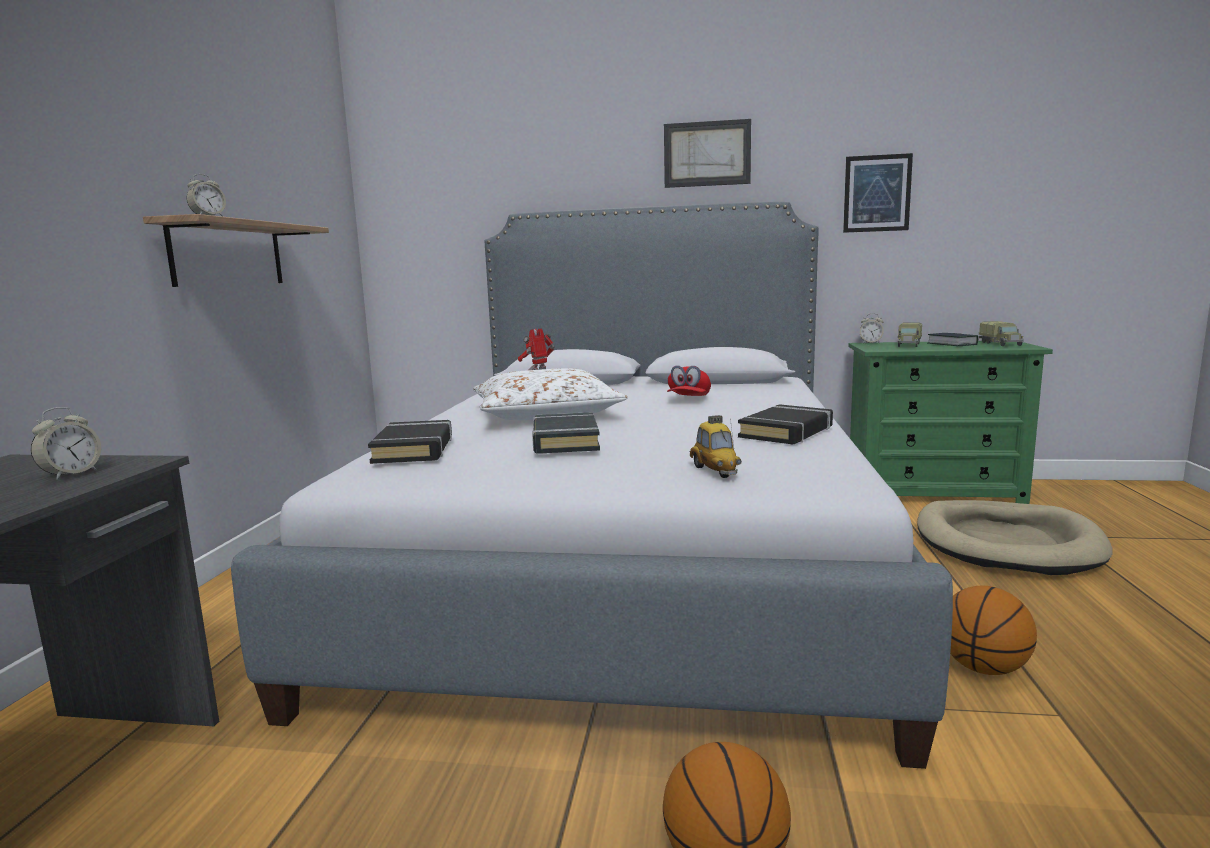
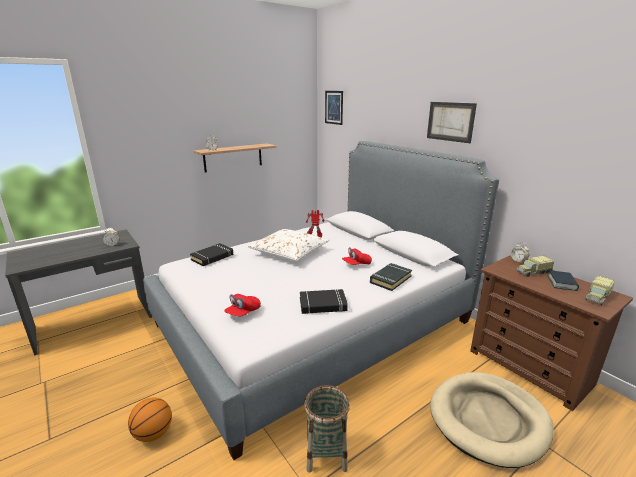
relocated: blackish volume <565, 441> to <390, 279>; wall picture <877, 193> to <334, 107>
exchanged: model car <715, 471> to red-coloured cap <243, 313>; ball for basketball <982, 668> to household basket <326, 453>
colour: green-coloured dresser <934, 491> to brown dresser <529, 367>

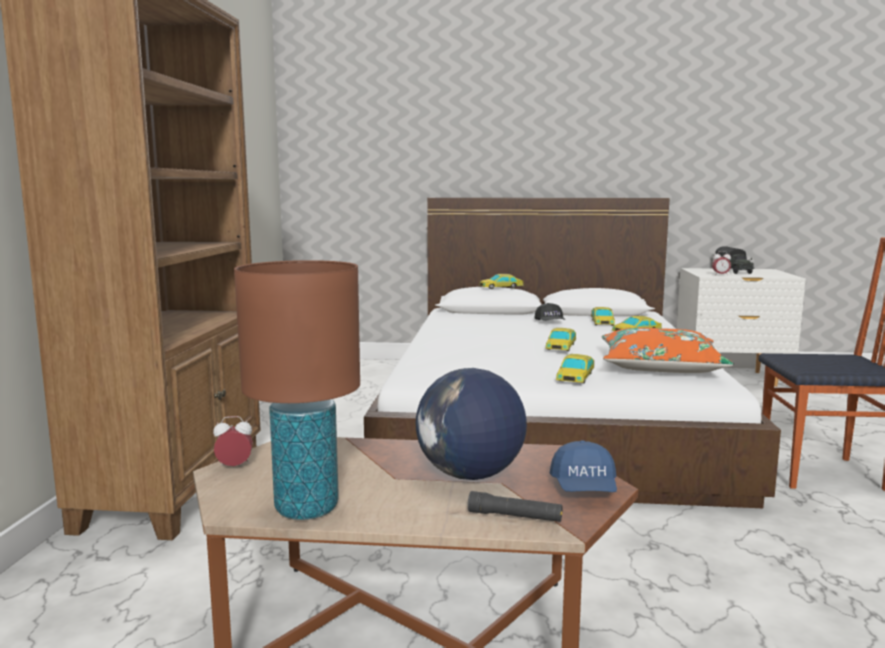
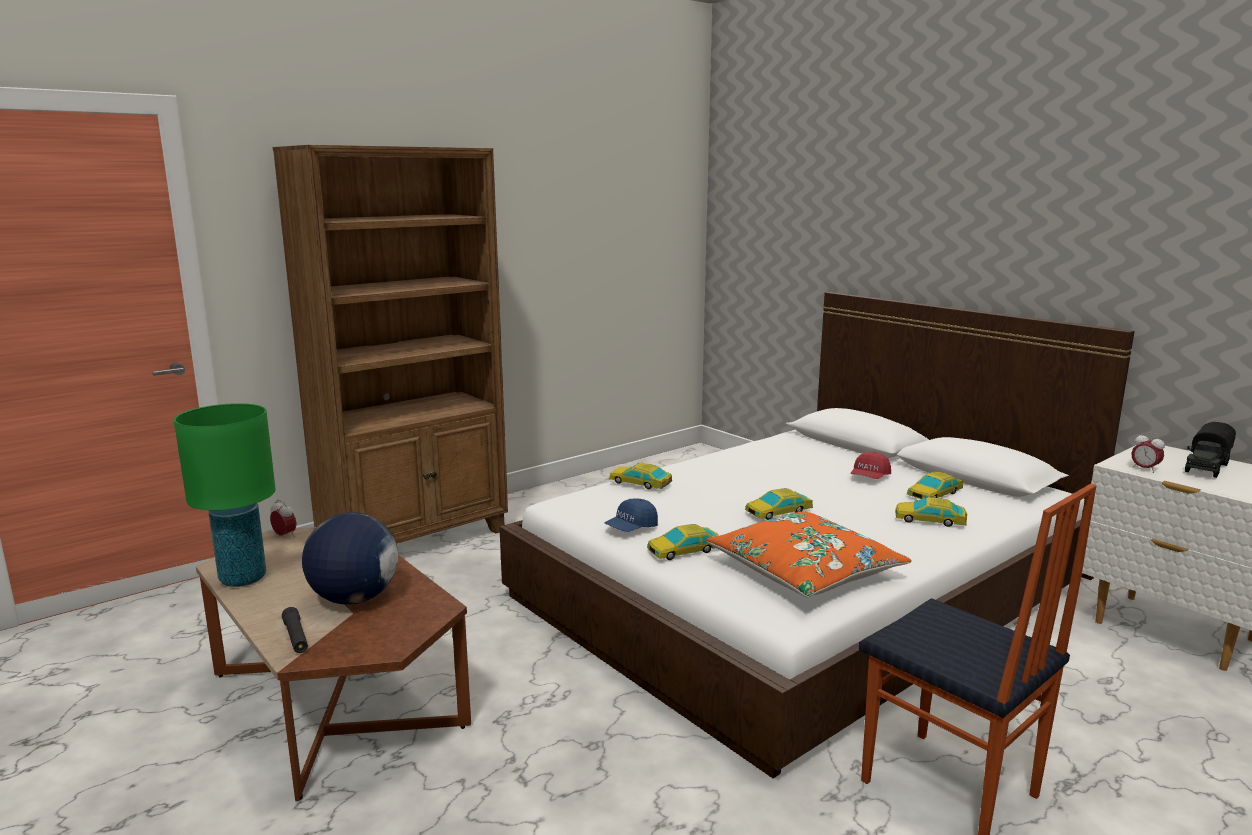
relocated: model car <501, 287> to <640, 483>; bluish cap <584, 488> to <631, 528>
colour: brown tabletop lamp <306, 509> to green-coloured tabletop lamp <242, 579>; blackish cap <550, 323> to red-coloured cap <869, 477>

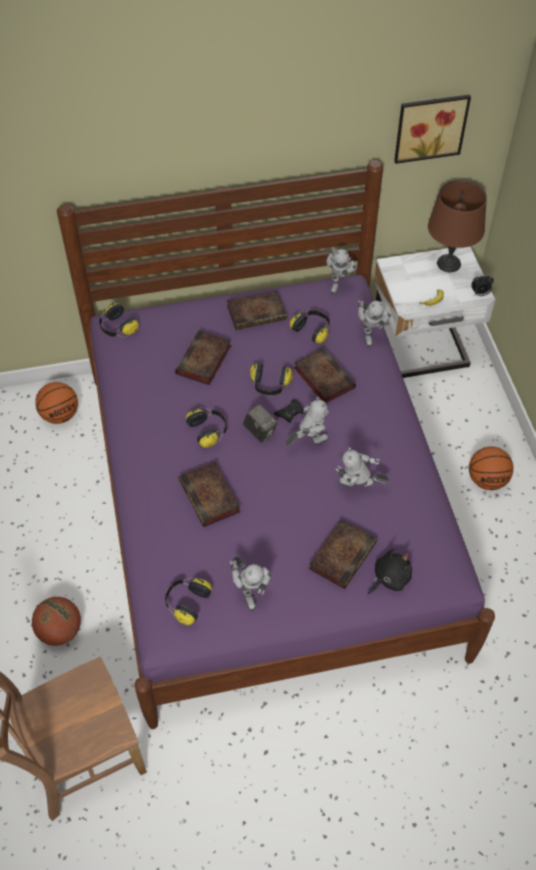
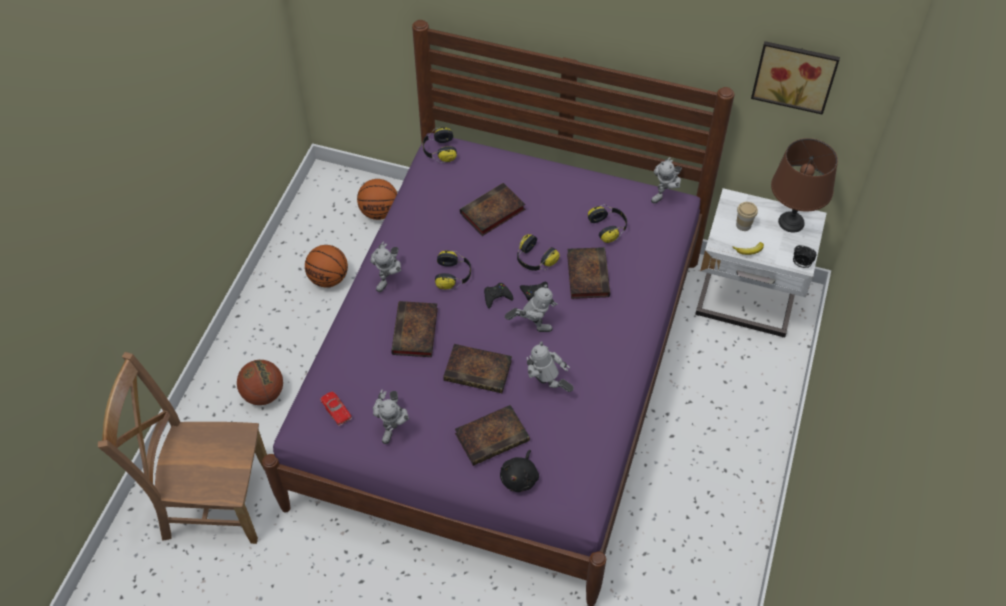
appeared: small cup <743, 225>
relocated: volume <257, 312> to <479, 371>; robot figure <369, 334> to <389, 279>; ball for basketball <487, 480> to <328, 278>
exchanged: headphones <186, 603> to red-coloured model car <336, 410>; photo camera <260, 432> to blackish joypad <497, 297>
spun: blackish soft toy <389, 578> = <520, 477> 120 degrees clockwise

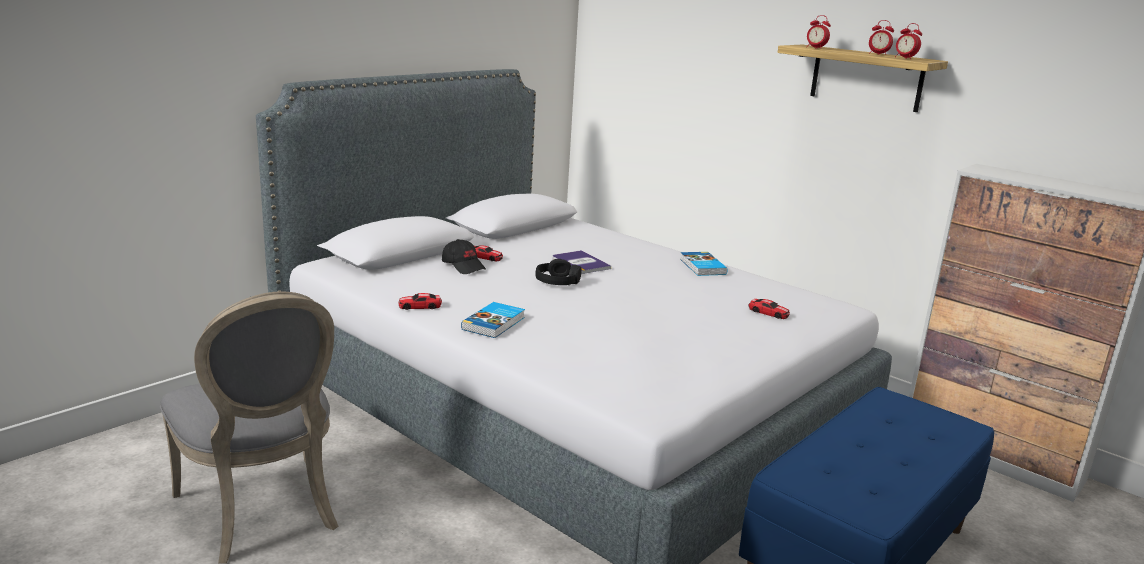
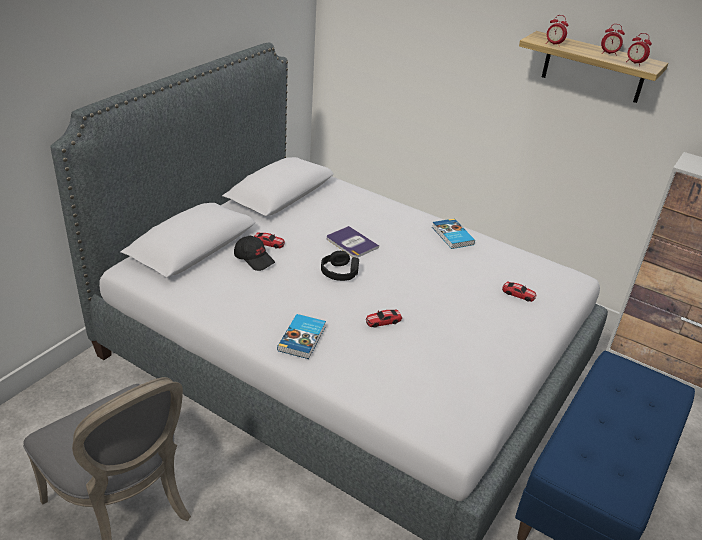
relocated: model car <420, 306> to <383, 321>

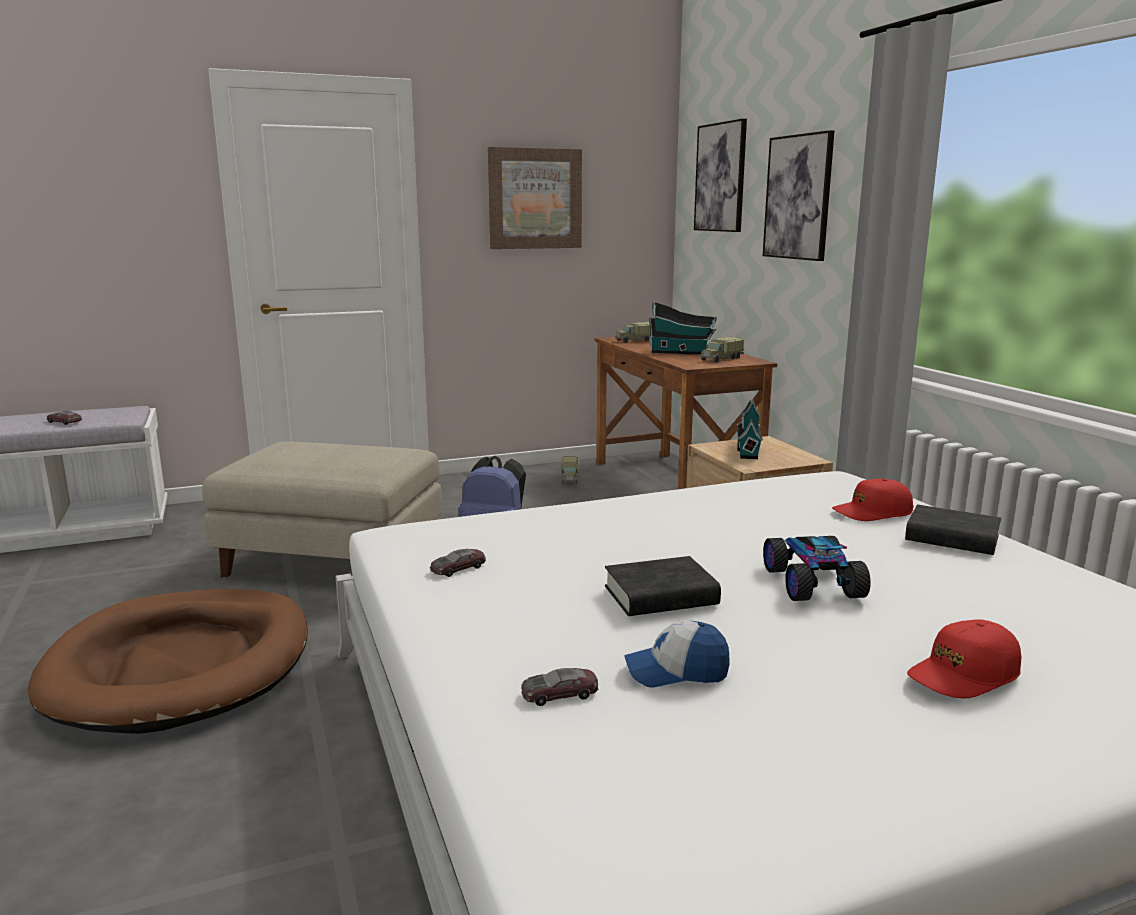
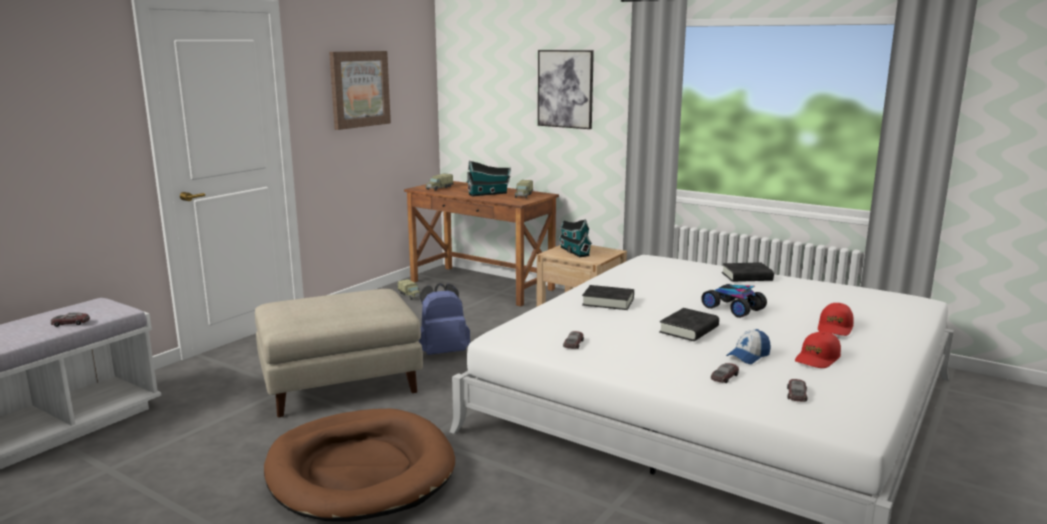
missing: wall picture <720, 177>
appeared: blackish volume <608, 302>; model car <796, 394>
relocated: red-coloured cap <872, 512> to <817, 358>

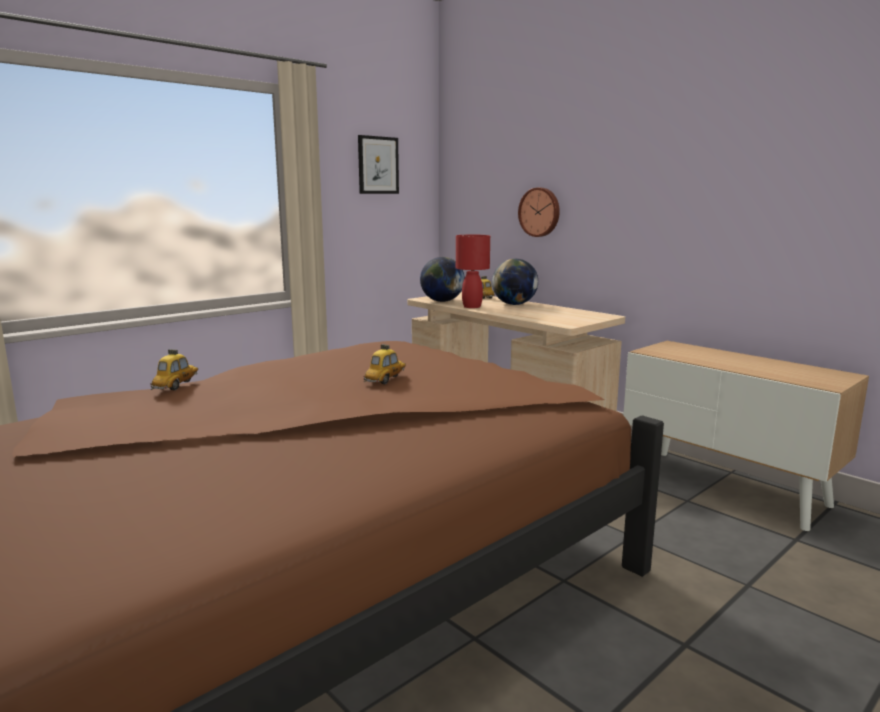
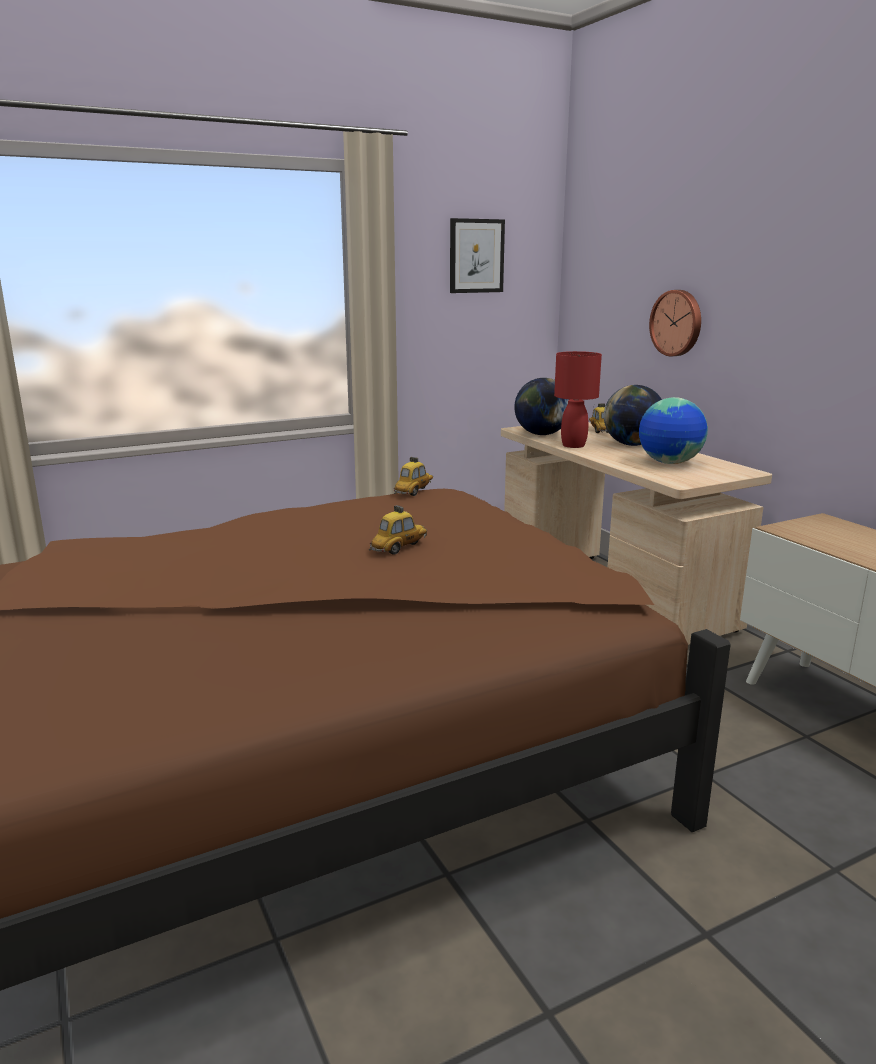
appeared: globe <669, 463>
relocated: model car <176, 386> to <414, 492>

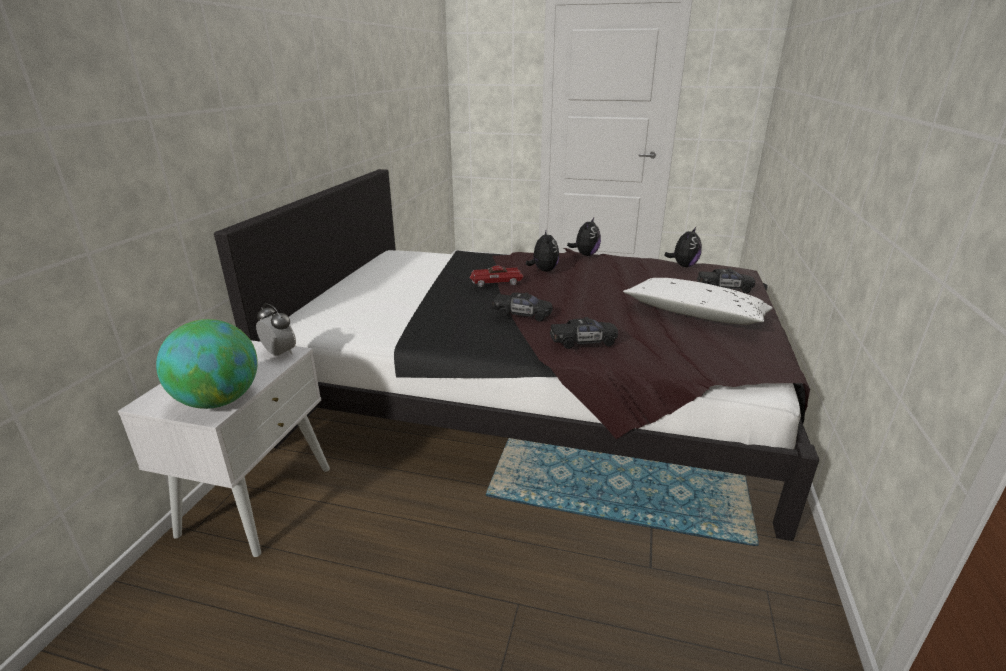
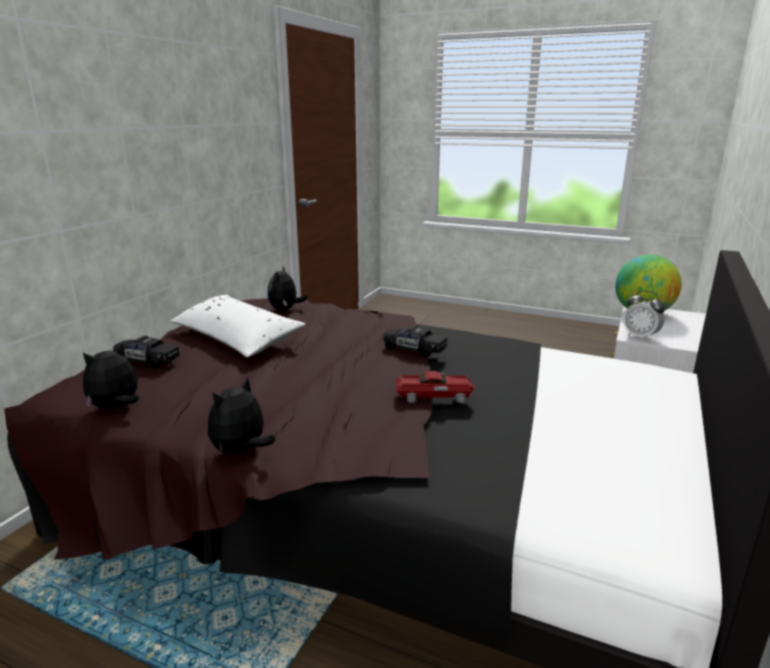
missing: blackish model car <583, 342>
relocated: soft toy <543, 270> to <285, 310>

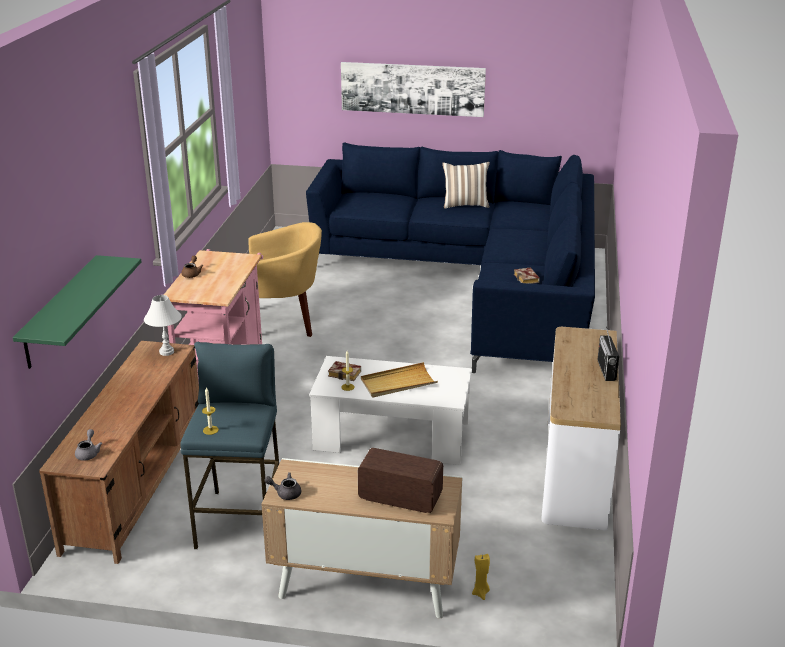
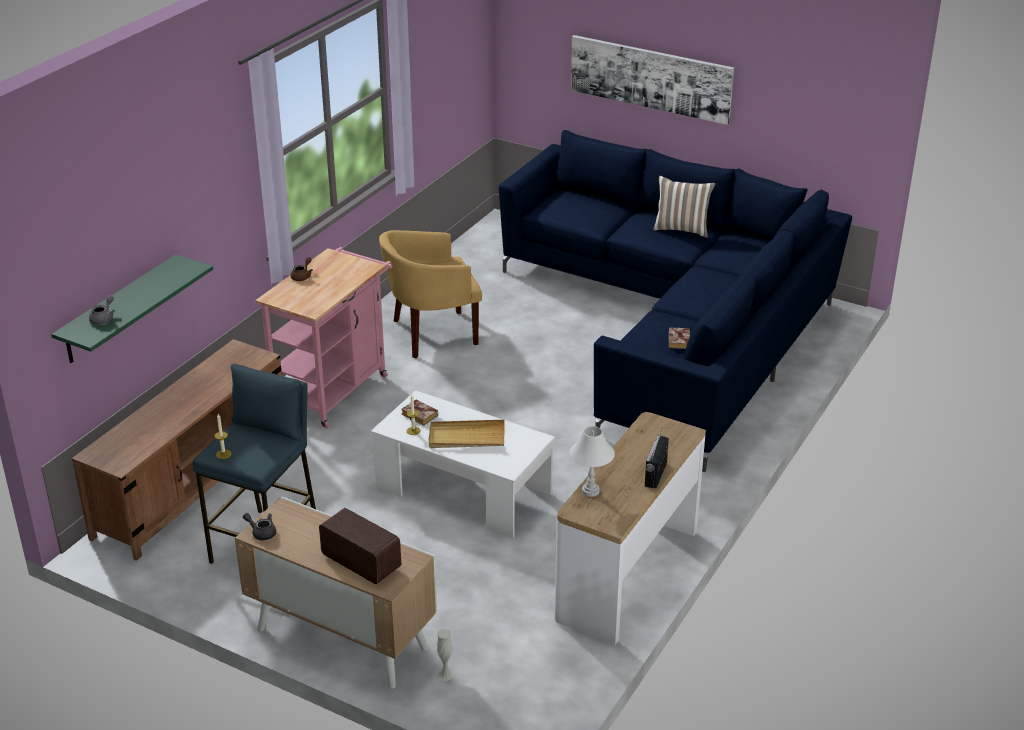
relocated: grey pot for tea <88, 453> to <104, 318>; white-coloured tabletop lamp <167, 352> to <591, 491>
exchanged: yellowish wax light <481, 593> to white-coloured decorative vase <445, 675>
spun: yellowish armchair <283, 322> = <431, 334> 150 degrees clockwise

